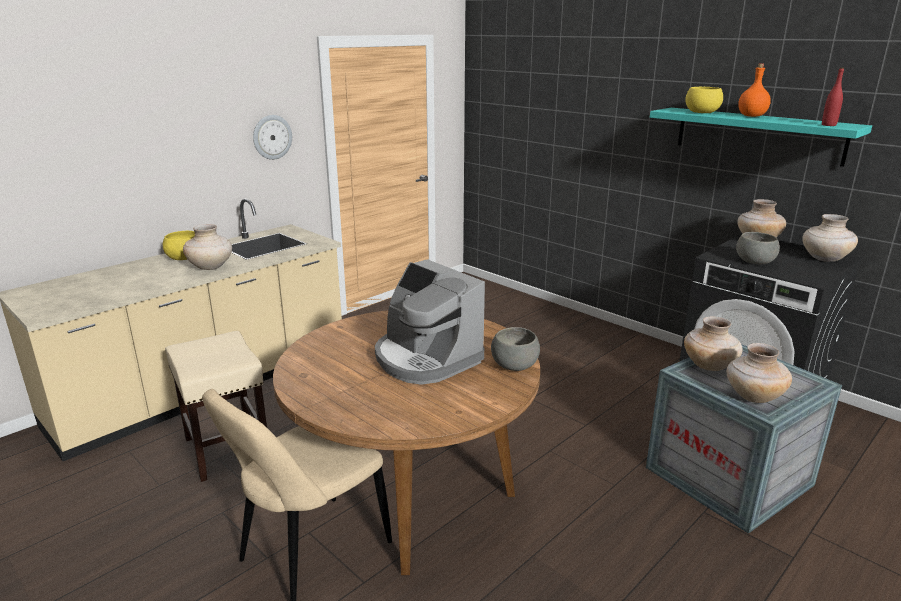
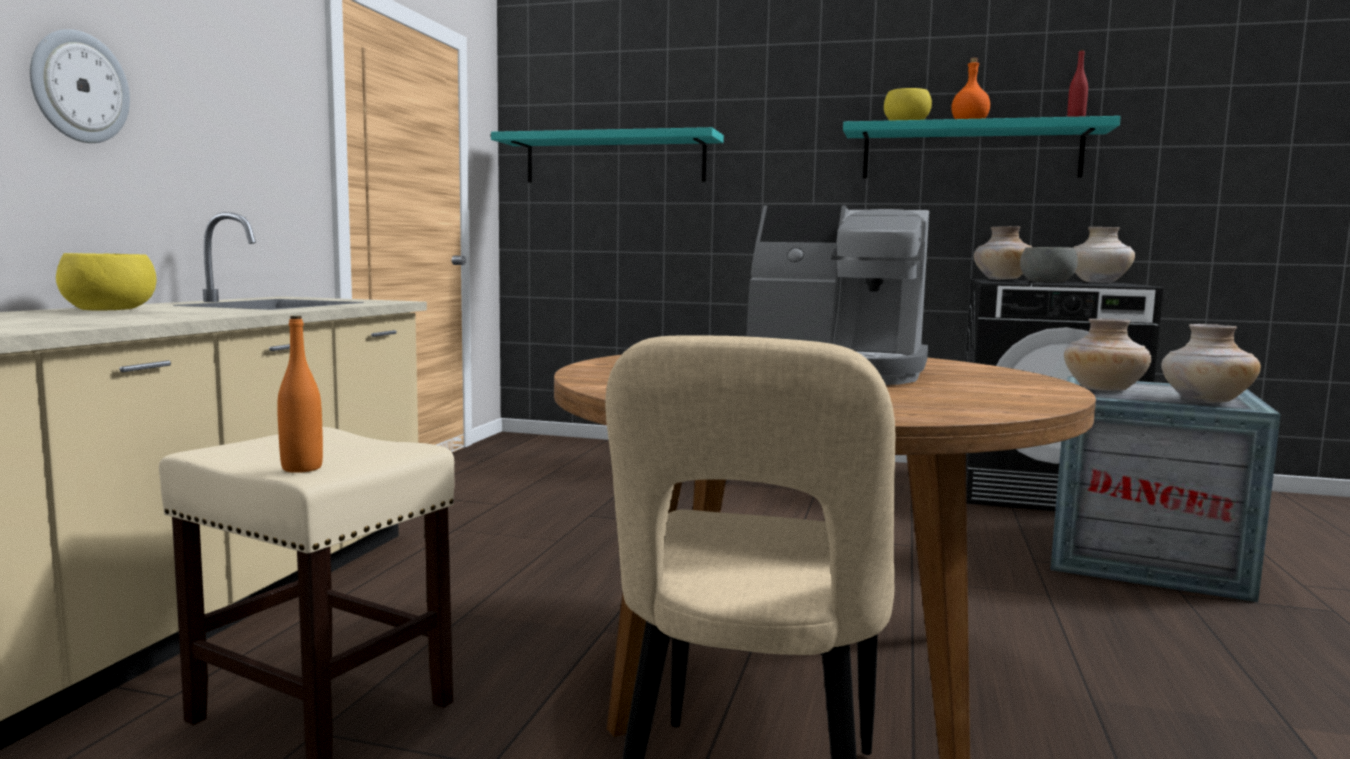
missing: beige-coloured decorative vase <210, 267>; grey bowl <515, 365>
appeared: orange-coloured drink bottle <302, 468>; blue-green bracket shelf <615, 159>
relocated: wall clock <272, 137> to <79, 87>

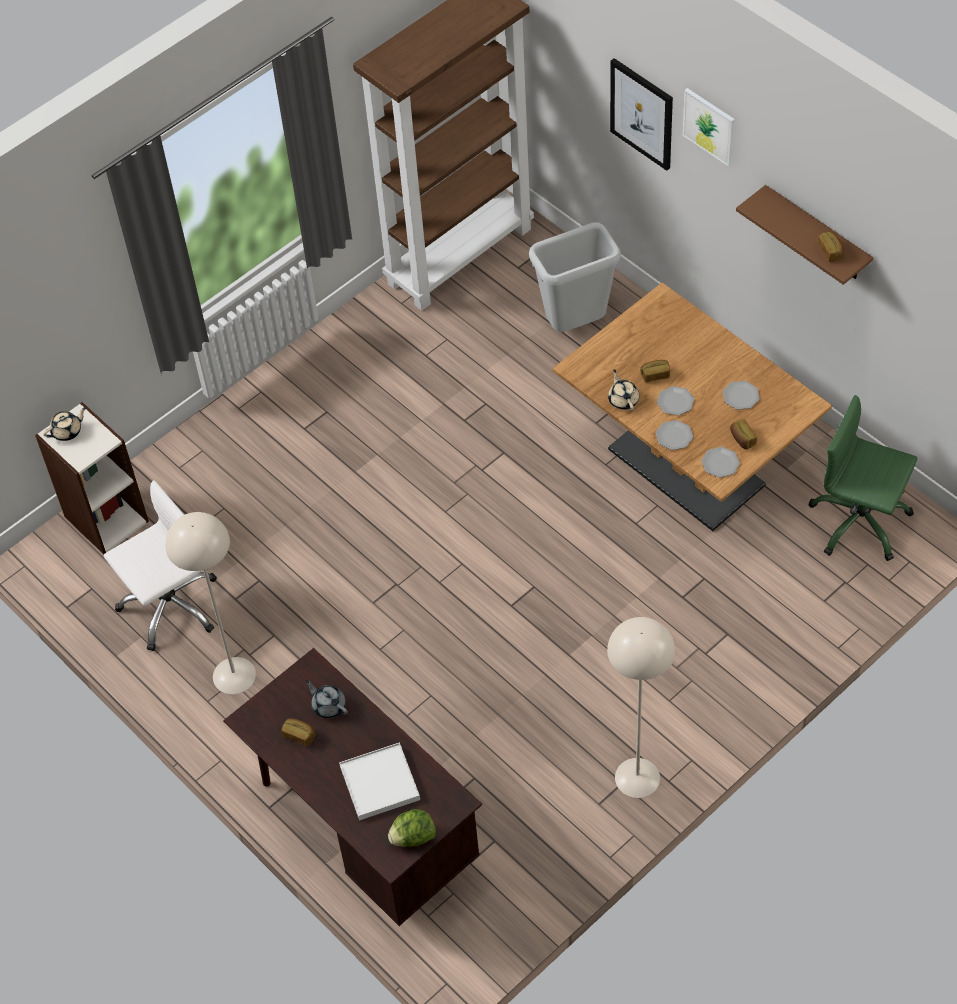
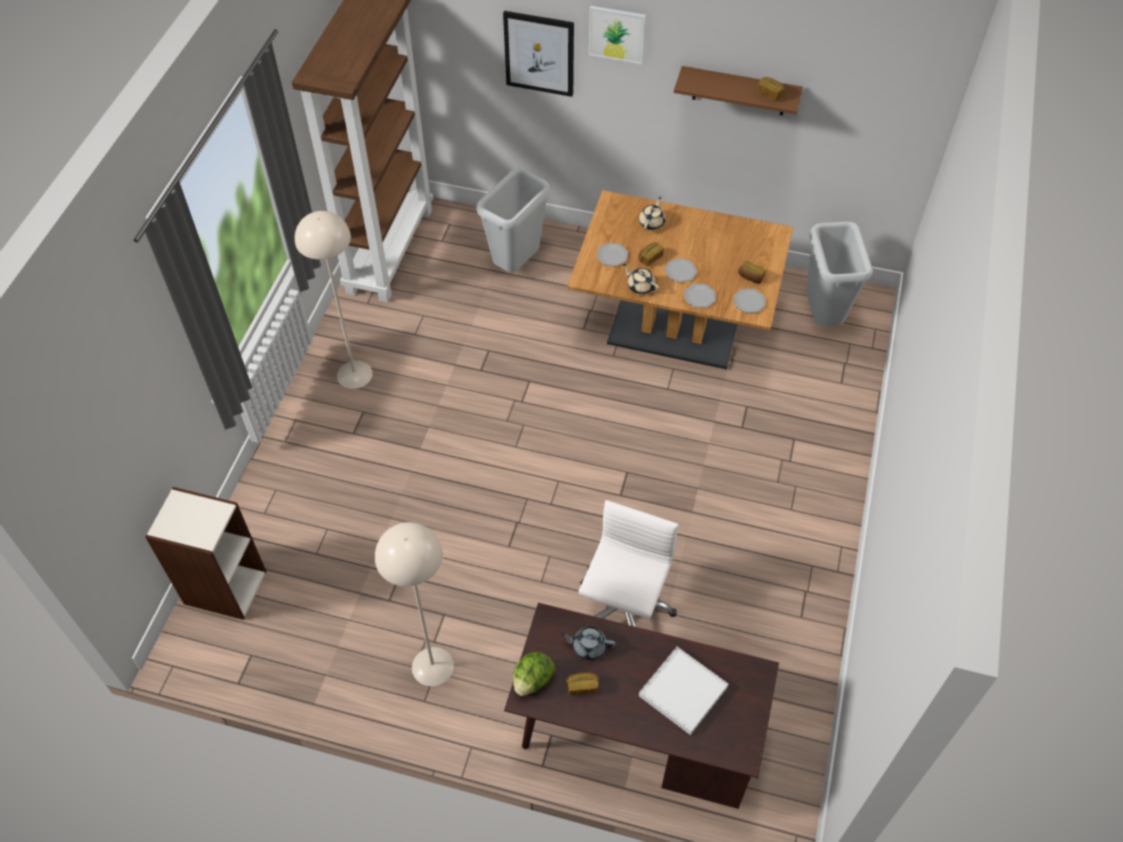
relocated: beige-coloured pot for tea <67, 431> to <651, 222>; white-coloured office chair <170, 606> to <622, 611>; lettuce head <413, 837> to <533, 680>; beige-coloured floor lamp <637, 777> to <354, 374>; flat dish <741, 396> to <612, 255>
exchanged: green-coloured office chair <859, 522> to grey rubbish bin <821, 317>

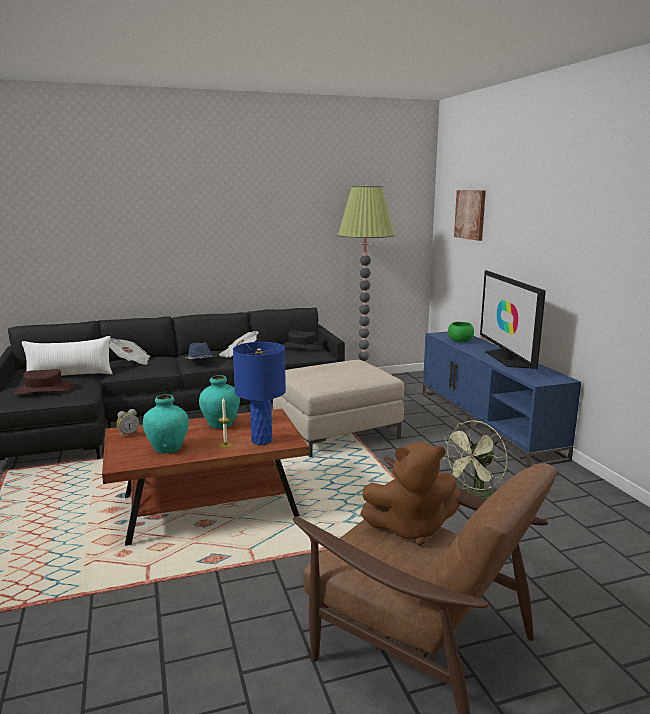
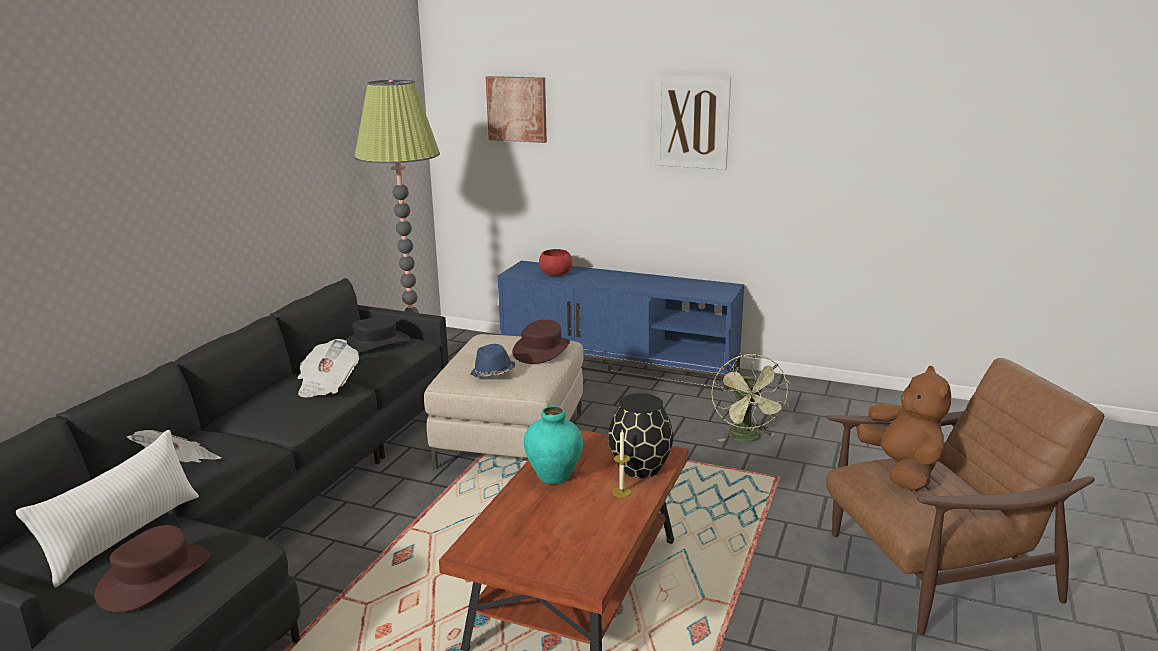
missing: alarm clock <128, 434>; blue-green decorative vase <168, 449>; television <506, 358>
appeared: brown wearable hat <541, 350>; wall picture <692, 122>
relocated: bluish wearable hat <200, 360> to <492, 373>
exchanged: bluish tabletop lamp <261, 440> to blackish decorative vase <639, 468>
colour: green-coloured bowl <460, 341> to red-coloured bowl <555, 274>
spun: brown soft toy <411, 528> = <901, 470> 45 degrees counterclockwise

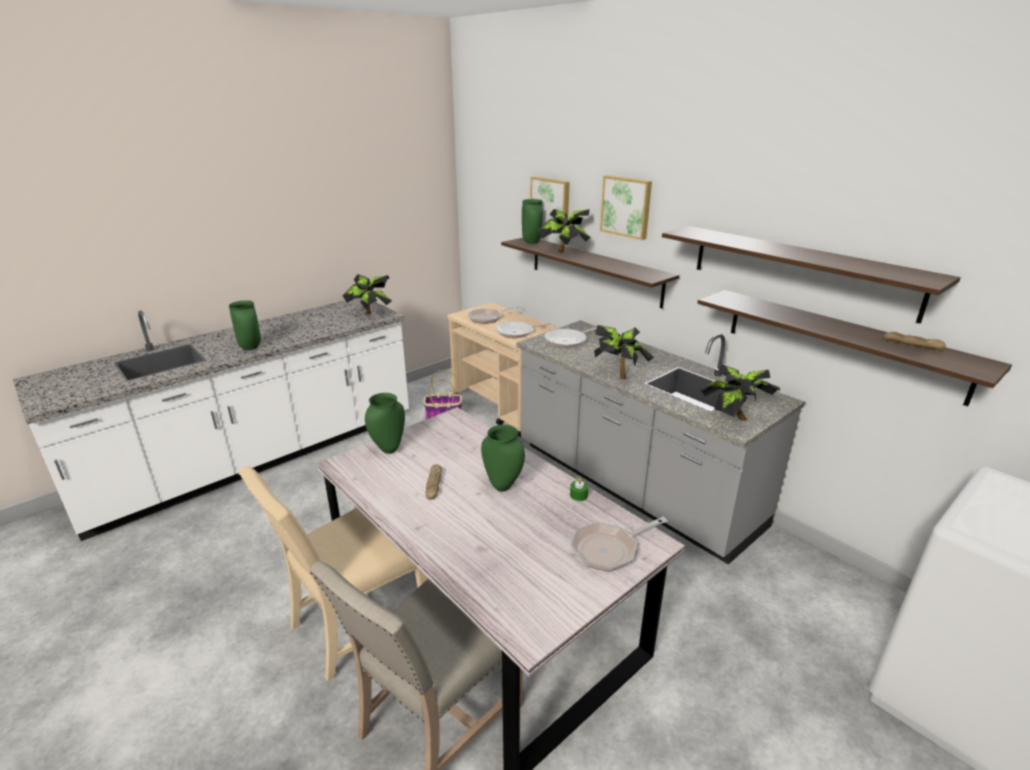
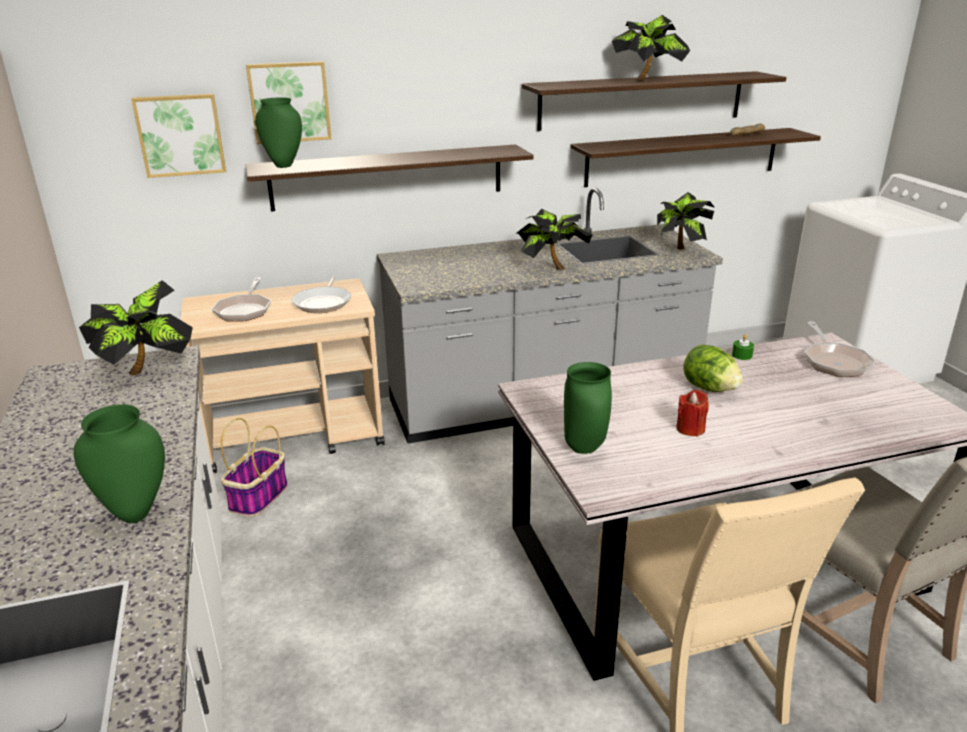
missing: frying pan <567, 341>
relocated: plant in a pot <564, 253> to <648, 80>; wall picture <626, 206> to <180, 135>
exchanged: bread <434, 485> to red-coloured wax light <690, 429>; green-coloured decorative vase <503, 486> to lettuce head <709, 388>

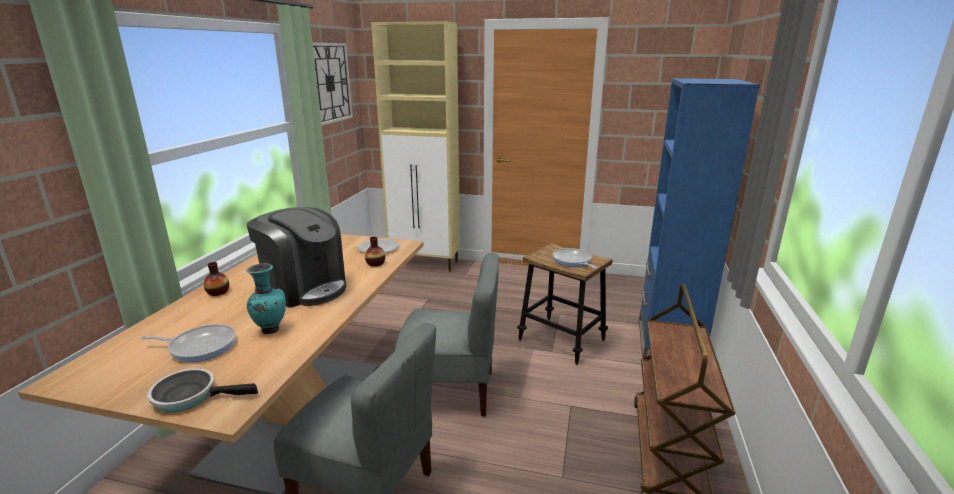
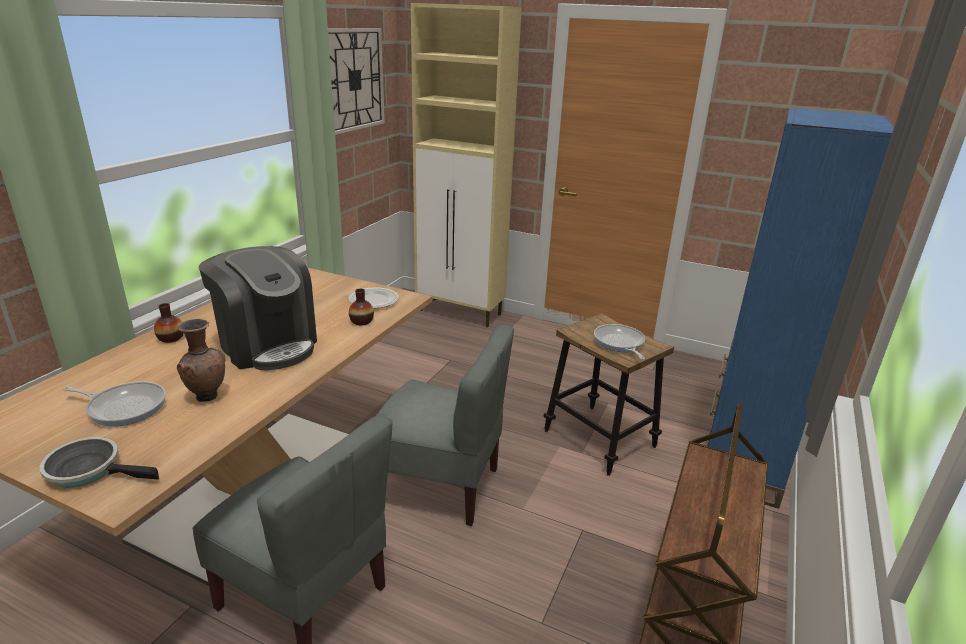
colour: blue-green decorative vase <270, 329> to brown decorative vase <207, 396>

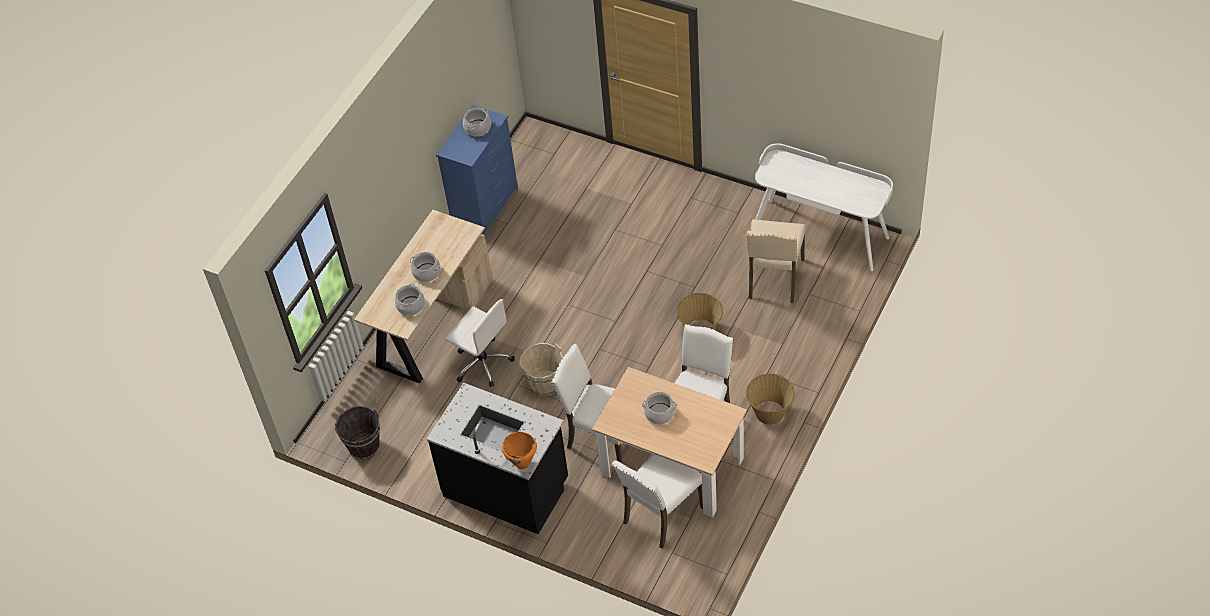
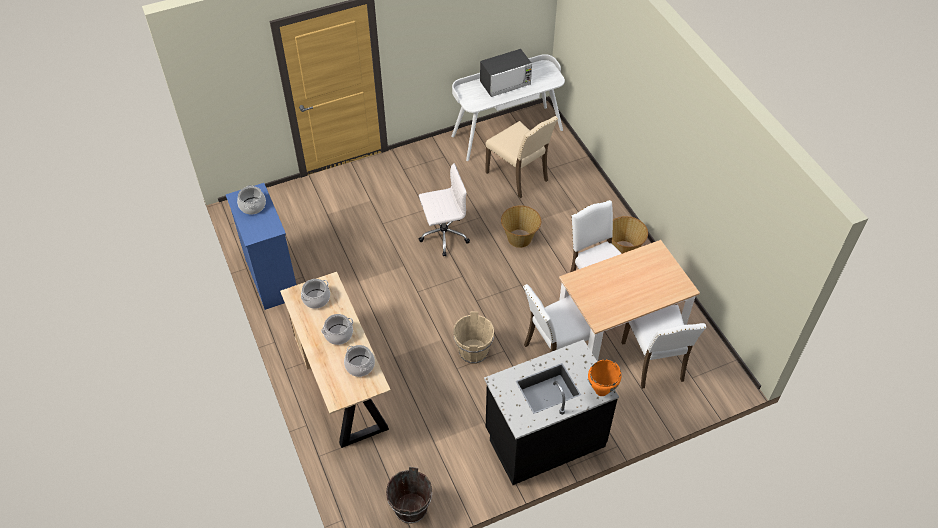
appeared: kitchen microwave <505, 83>
relocated: white-coloured office chair <482, 363> to <443, 235>; stockpot <660, 413> to <316, 298>

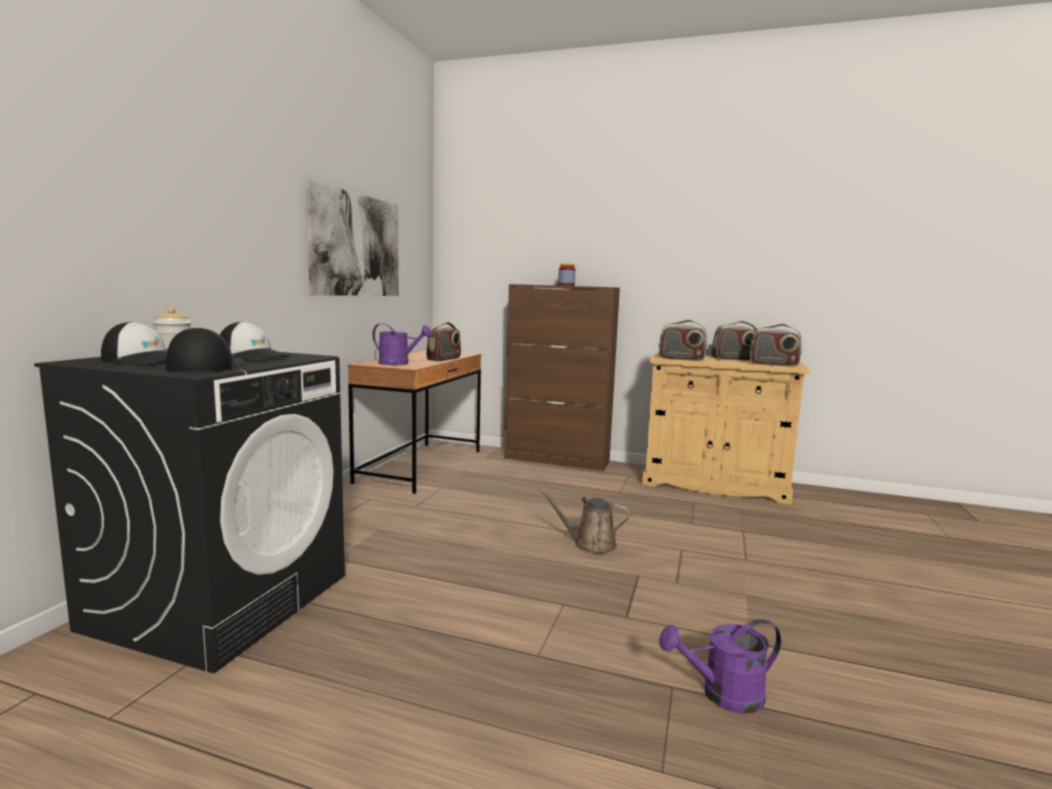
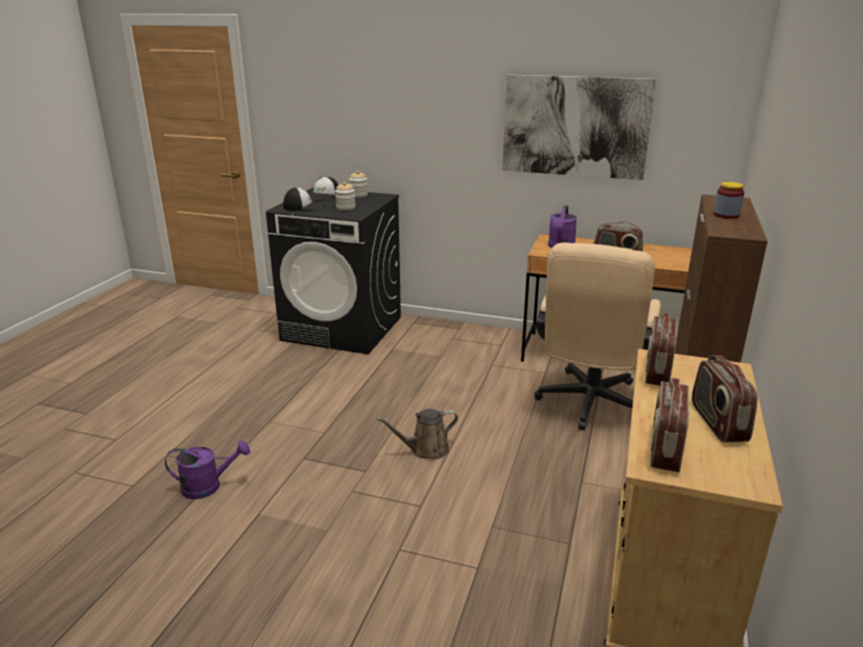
appeared: beige-coloured office chair <588, 406>
exchanged: cap <253, 357> to jar <345, 208>
spun: brown watering pot <590, 544> = <425, 450> 120 degrees counterclockwise; purple watering pot <722, 695> = <208, 486> 90 degrees clockwise

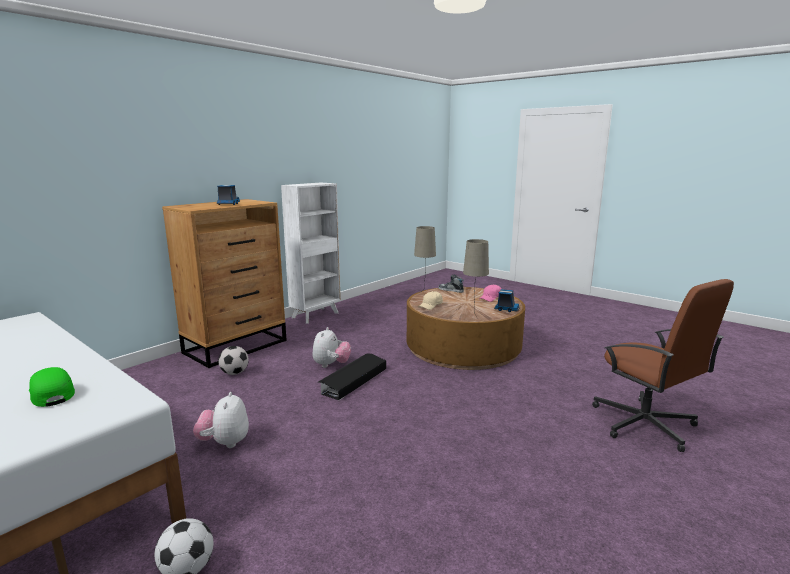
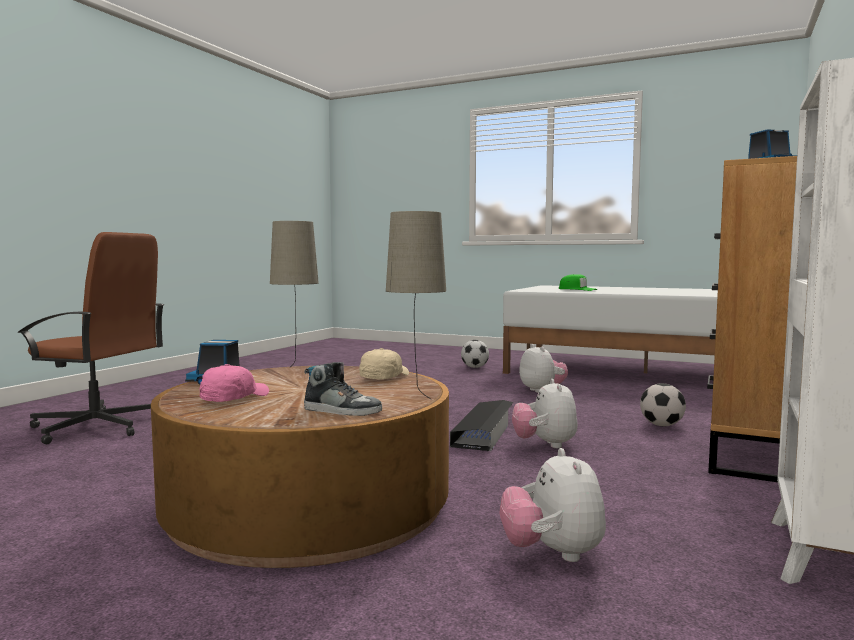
appeared: soft toy <552, 553>
spun: brown office chair <645, 424> = <97, 427> 150 degrees clockwise

